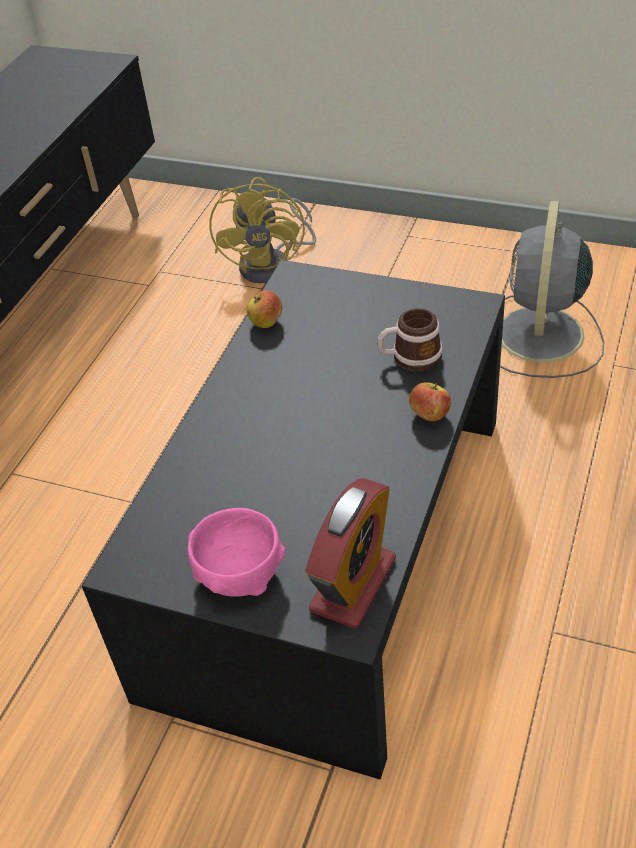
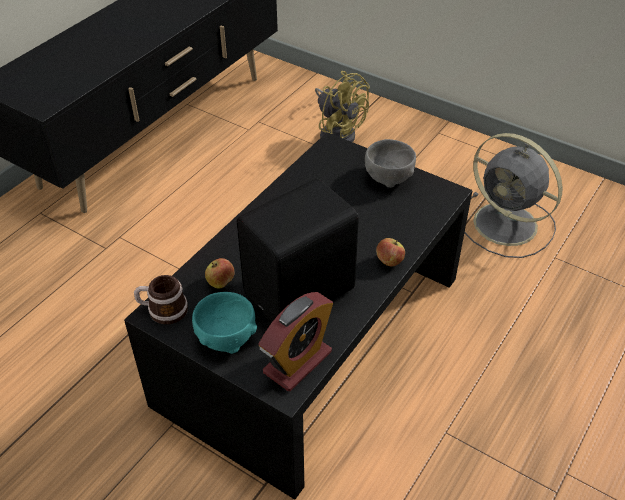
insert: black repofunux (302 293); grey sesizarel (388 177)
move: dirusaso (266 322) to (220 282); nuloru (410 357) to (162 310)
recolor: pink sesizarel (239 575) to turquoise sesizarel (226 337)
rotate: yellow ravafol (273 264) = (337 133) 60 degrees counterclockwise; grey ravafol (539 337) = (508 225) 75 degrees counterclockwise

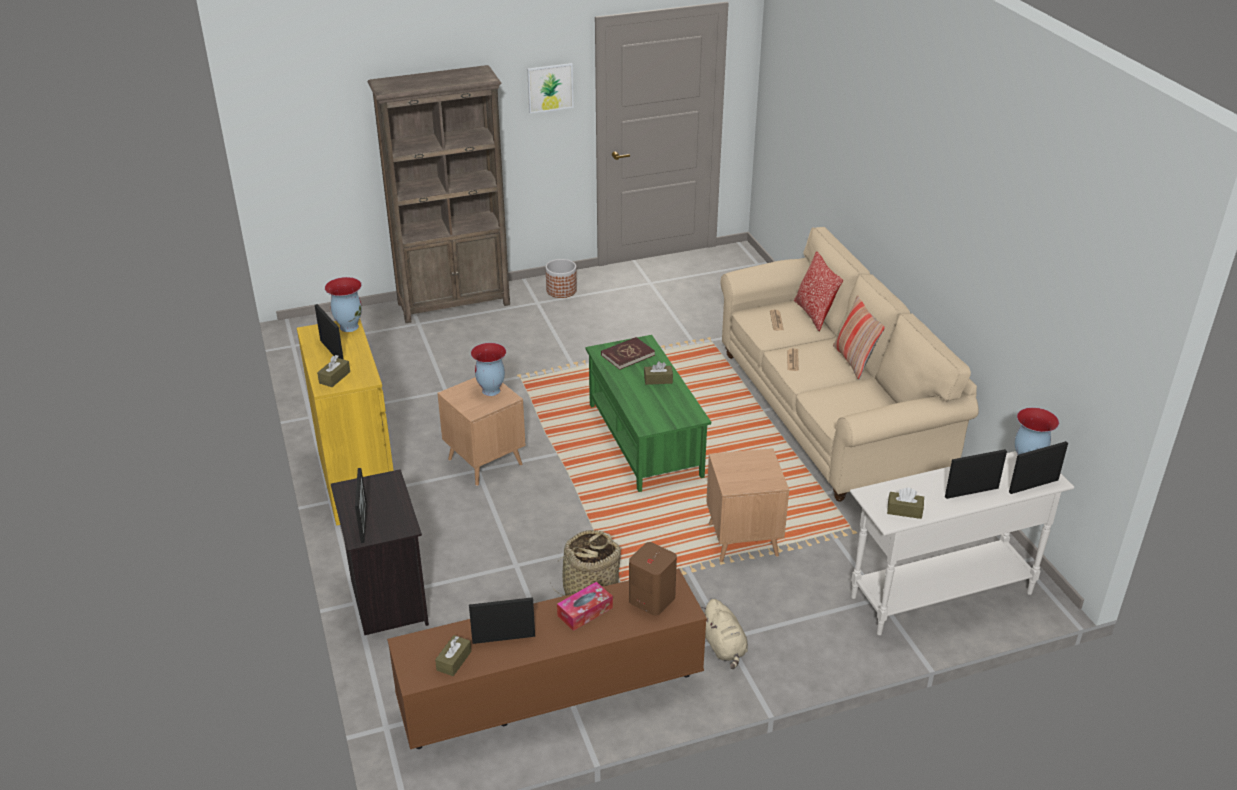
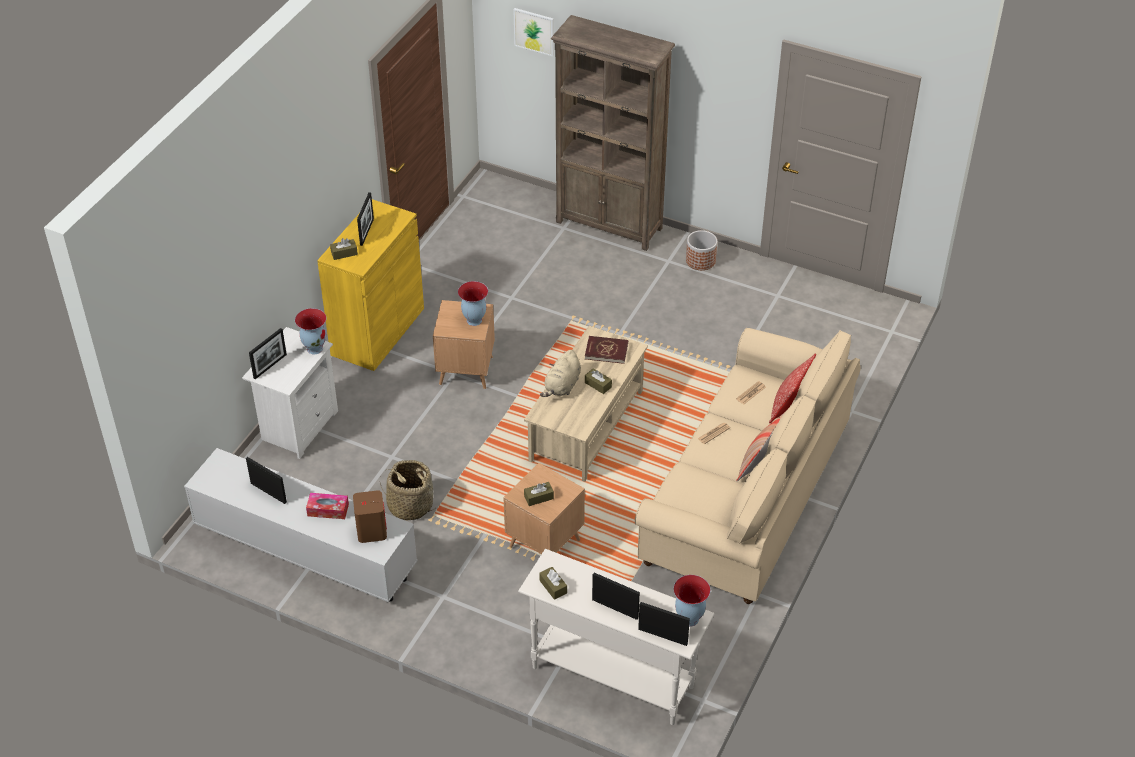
move: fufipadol (348 326) to (315 348); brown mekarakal (454 661) to (538 497); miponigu (550 87) to (534 31); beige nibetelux (724 647) to (562 386)
recolor: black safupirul (387 600) to white safupirul (298 426); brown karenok (549 696) to white karenok (305 551); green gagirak (645 440) to beige gagirak (587 426)

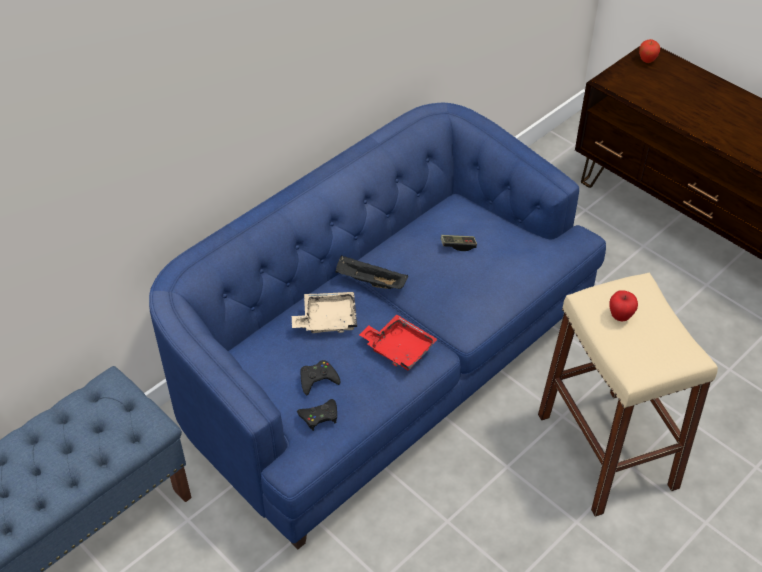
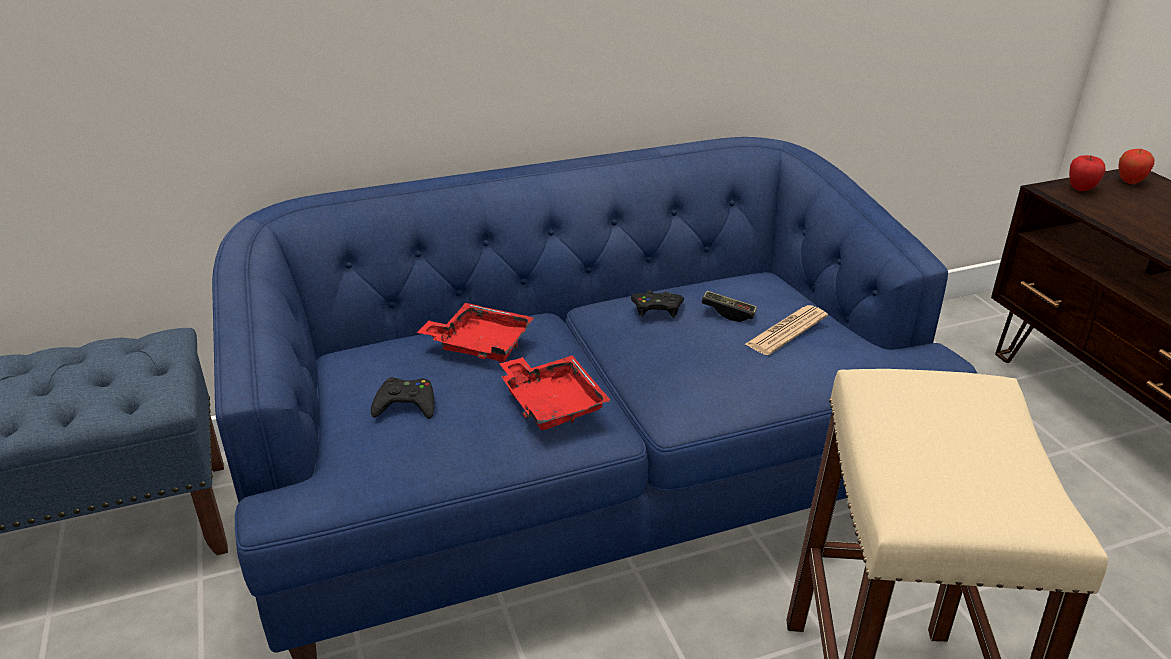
delete: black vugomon (369 282)
insert: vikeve (786 331)
move: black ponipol (319 416) to (657 308); dirusaso (620 316) to (1081 189)
recolor: beige vugomon (327 319) to red vugomon (480 344)

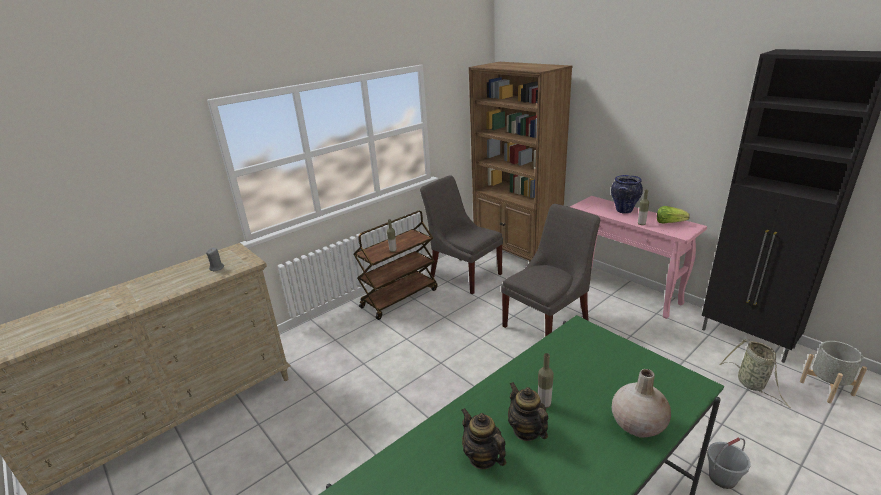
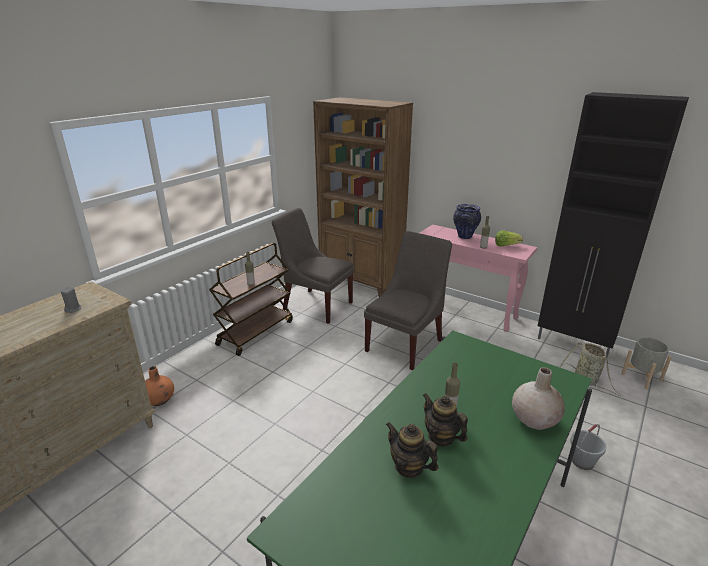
insert: orange fufipadol (159 400)

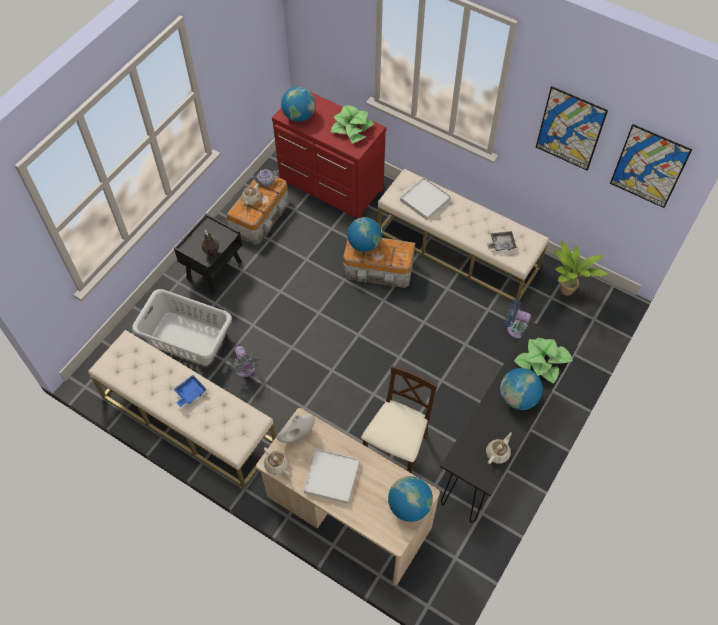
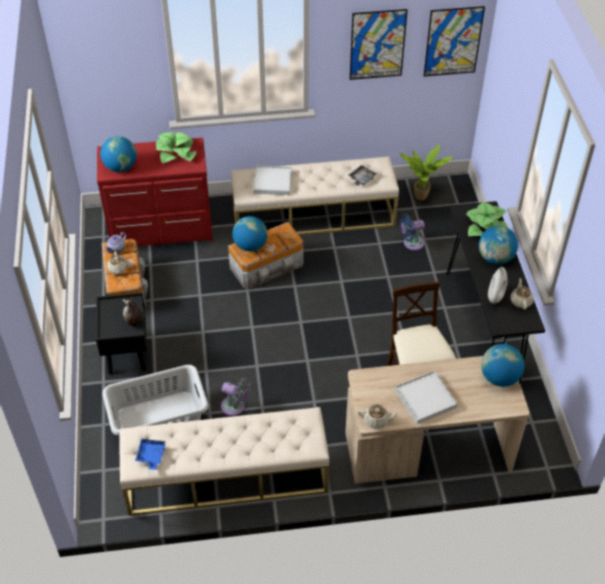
move: blue vugomon (190 393) to (151 456); white fufipadol (297 436) to (495 297)

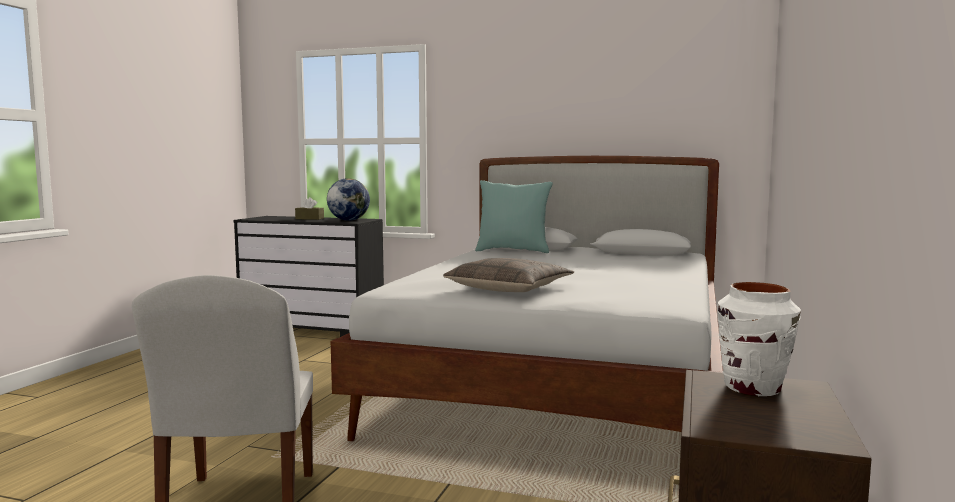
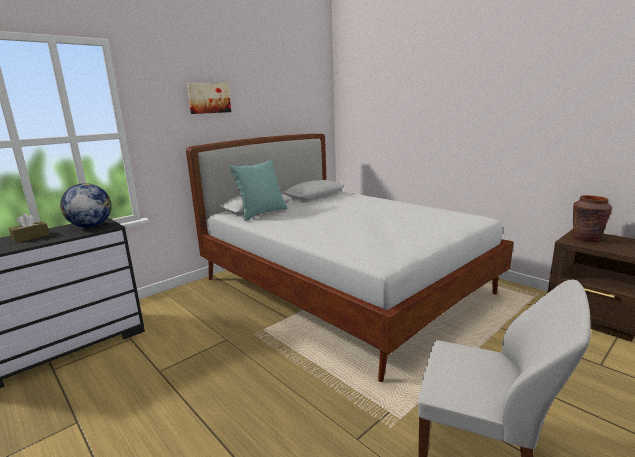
delete: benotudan (510 288)
insert: miponigu (209 98)
recolor: white fufipadol (753 388) to brown fufipadol (586 238)

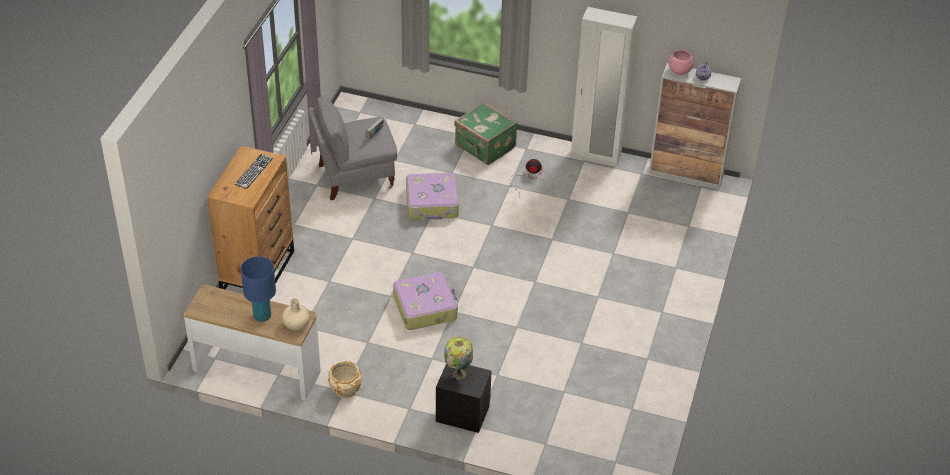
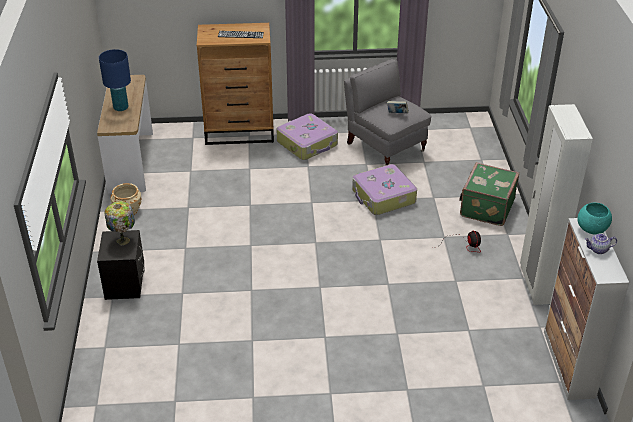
delete: beige fufipadol (296 325)
move: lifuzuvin (425 307) to (308 143)
recolor: pink sesizarel (679 71) to turquoise sesizarel (592 229)

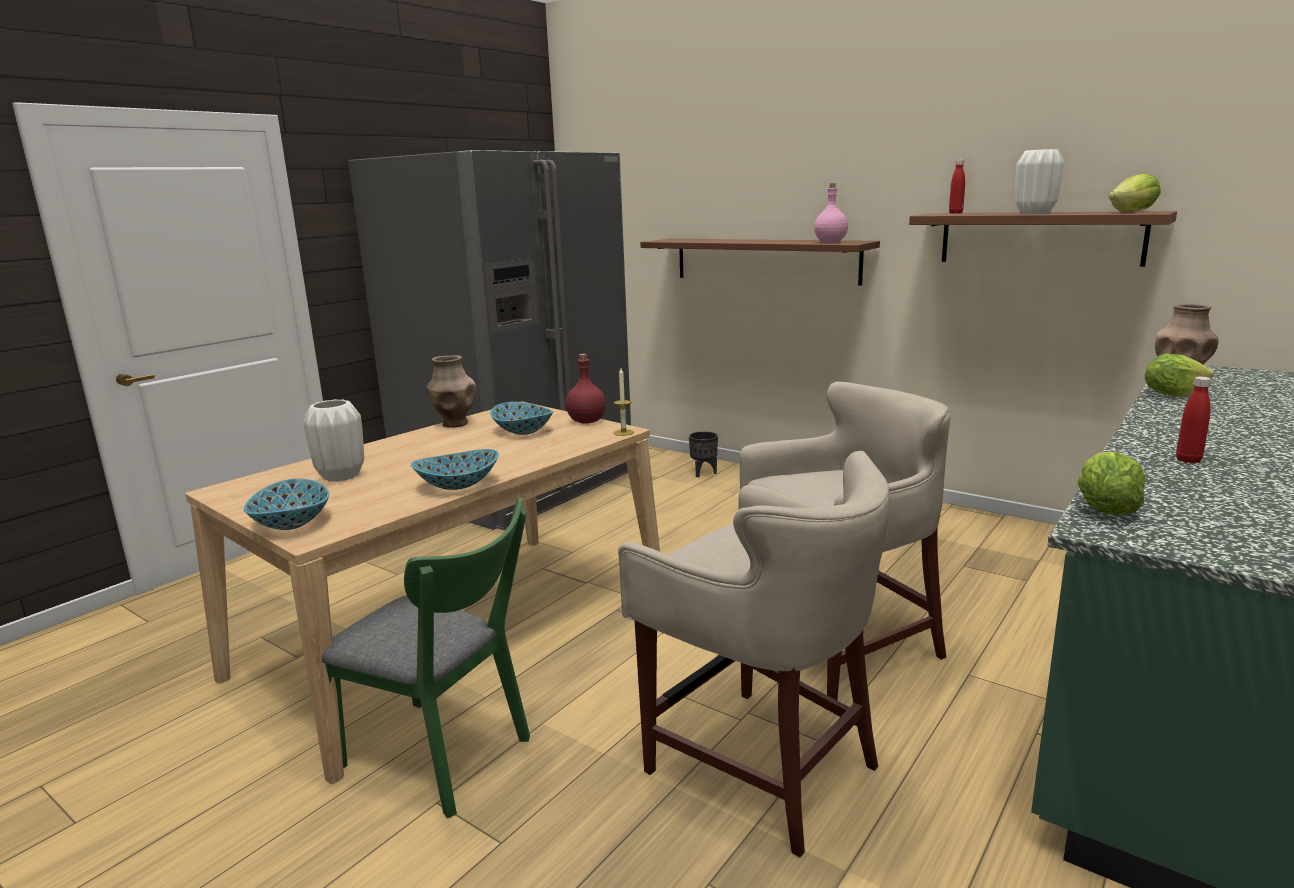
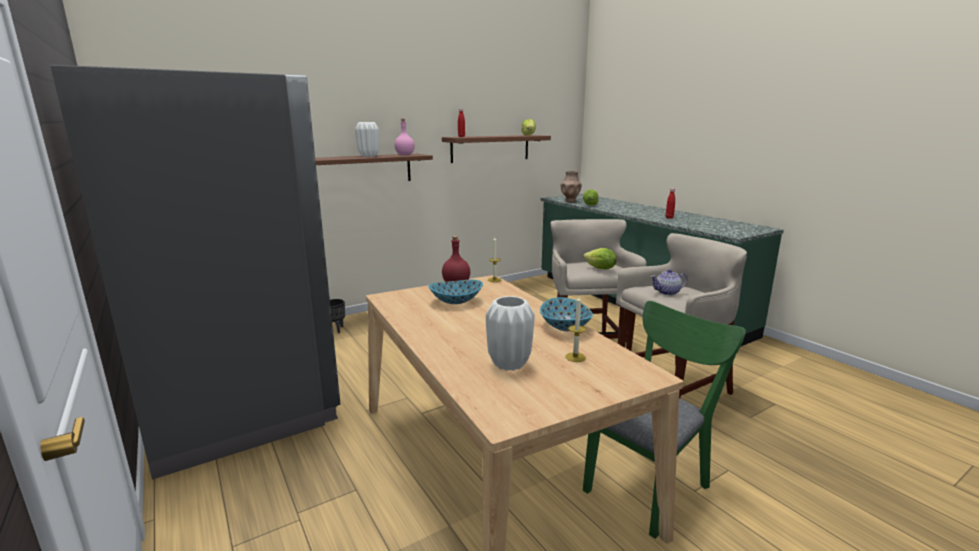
delete: sesizarel (292 523); brown fufipadol (454 424)
insert: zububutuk (575 357); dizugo (668 292)
move: white fufipadol (1035 213) to (369 156); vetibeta (1105 510) to (600 269)

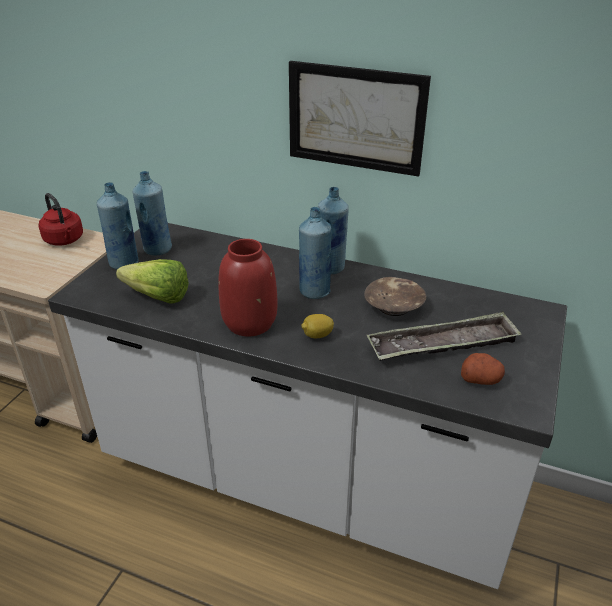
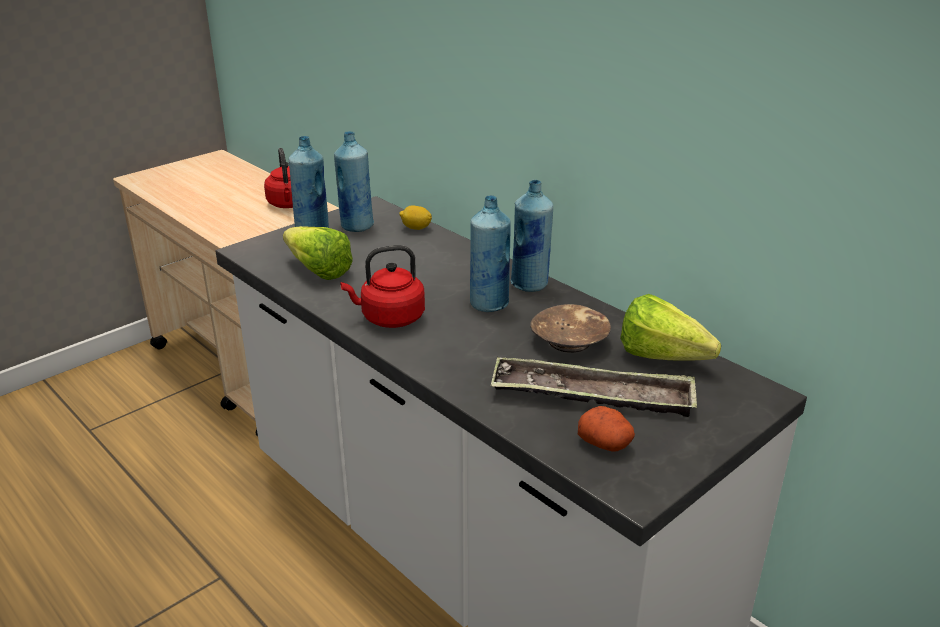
delete: miponigu (355 118)
insert: vetibeta (668 360)
move: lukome (317 335) to (416 228)
replace: red fufipadol (249 323) to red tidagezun (389 318)

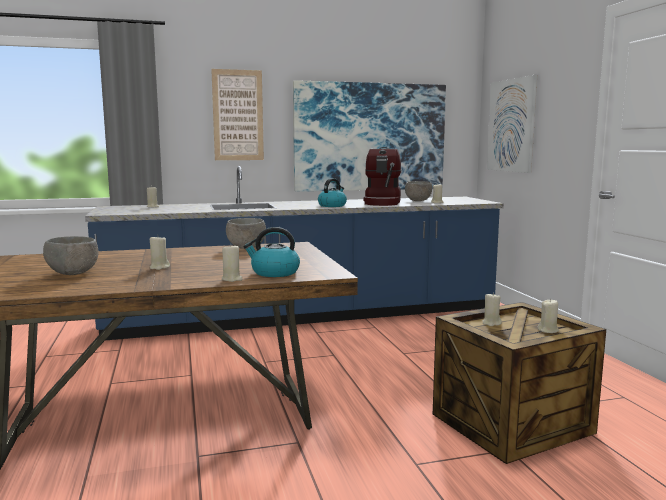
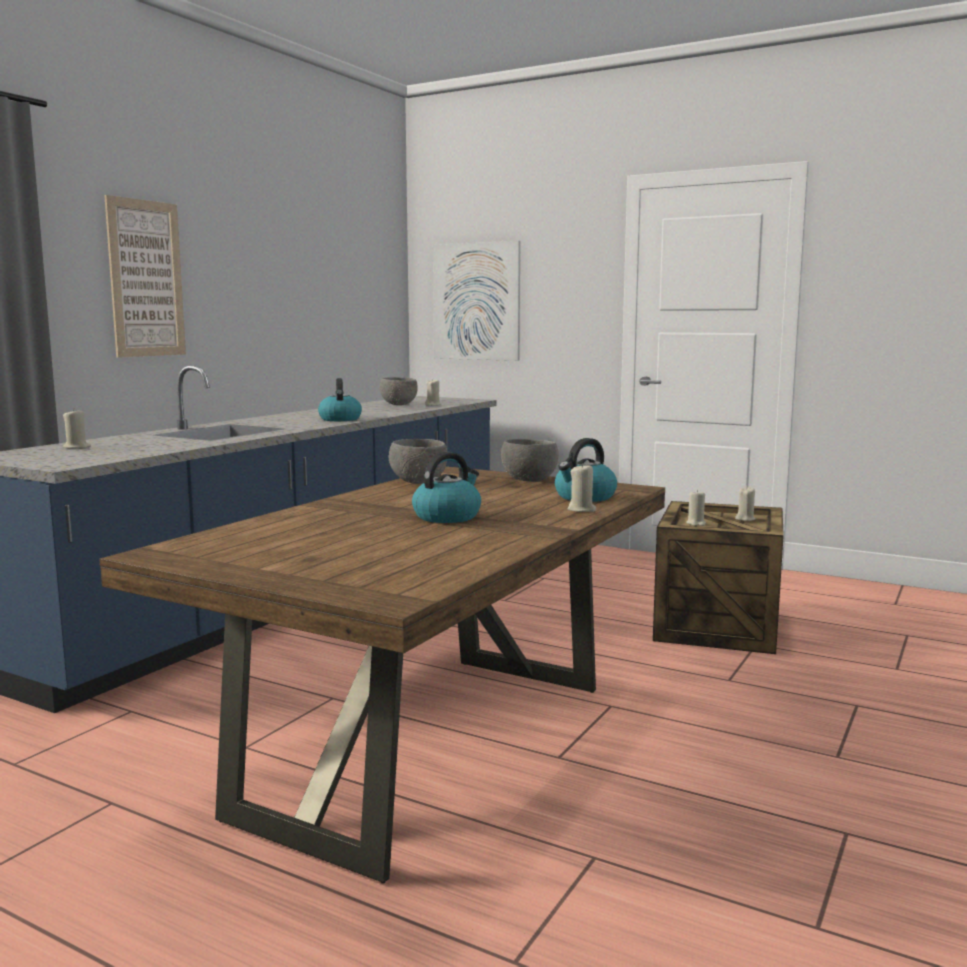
delete: miponigu (370 137); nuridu (383 202)
move: grey sesizarel (73 273) to (530 481)
replace: beige zububutuk (159 267) to tidagezun (447 516)

